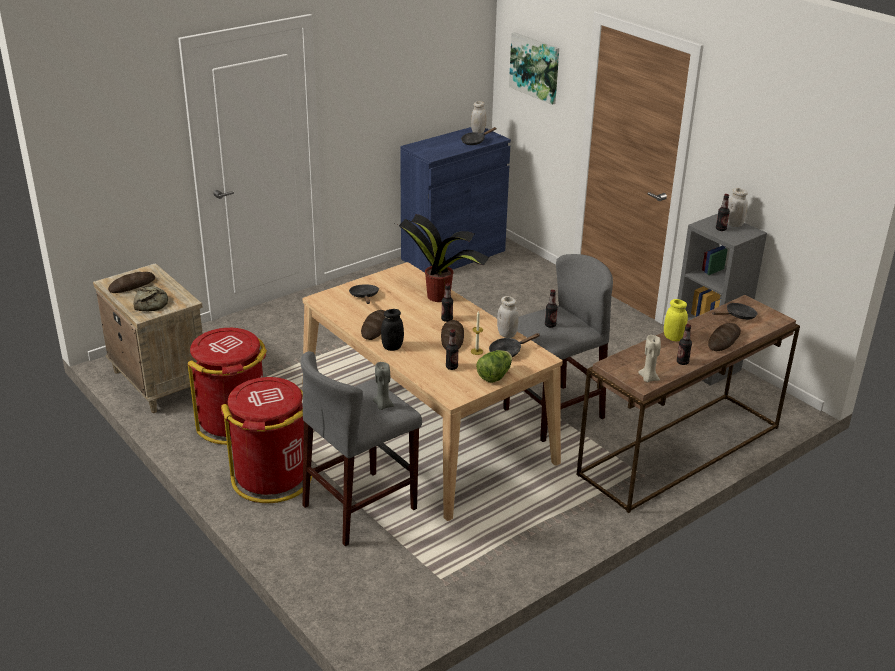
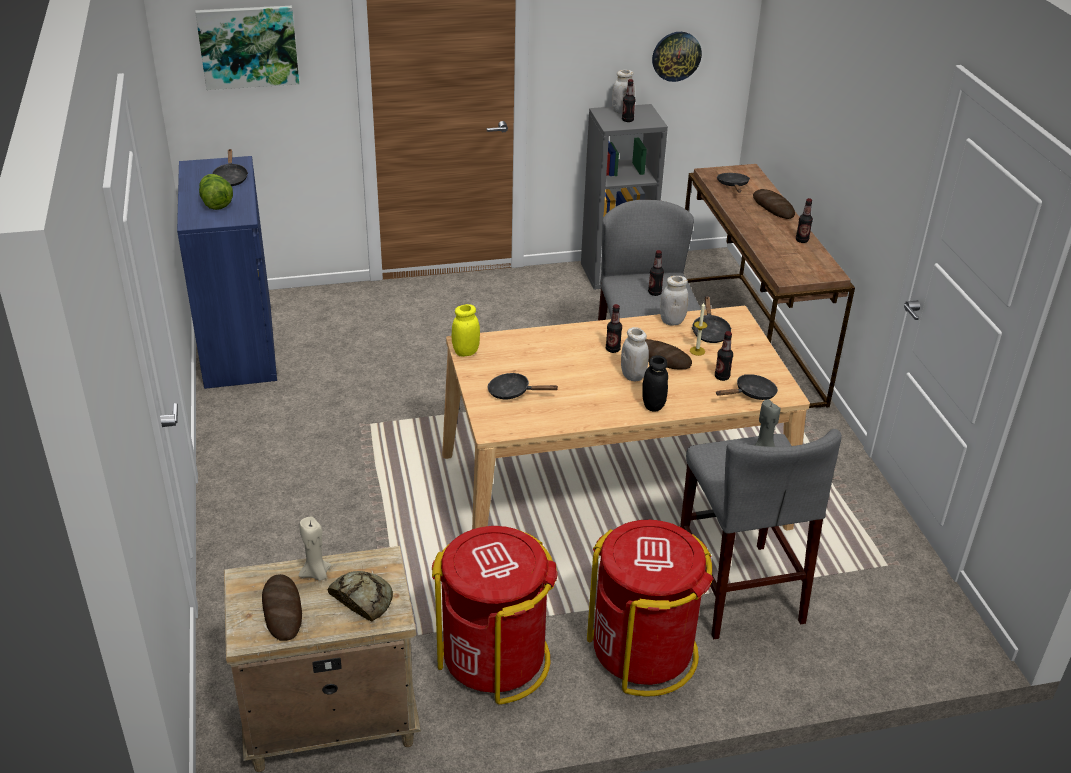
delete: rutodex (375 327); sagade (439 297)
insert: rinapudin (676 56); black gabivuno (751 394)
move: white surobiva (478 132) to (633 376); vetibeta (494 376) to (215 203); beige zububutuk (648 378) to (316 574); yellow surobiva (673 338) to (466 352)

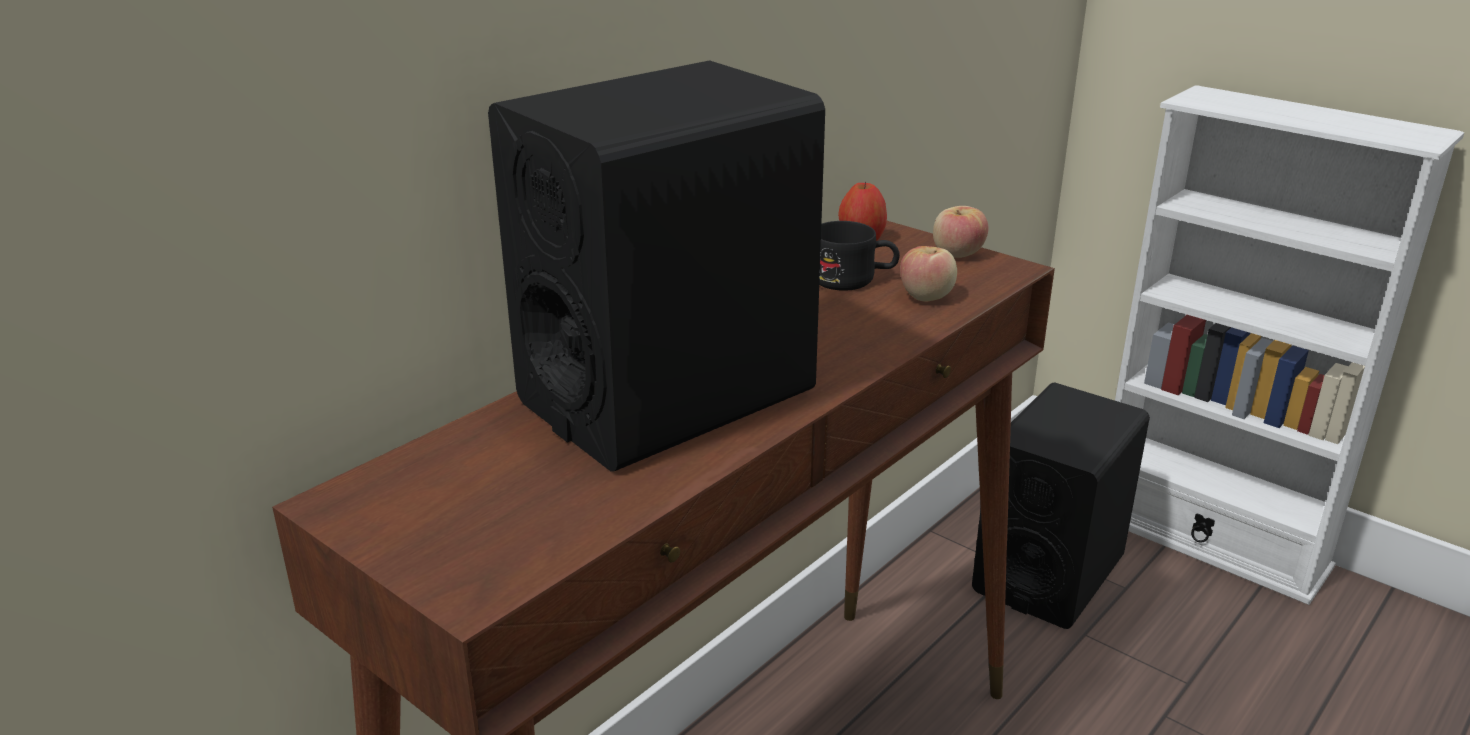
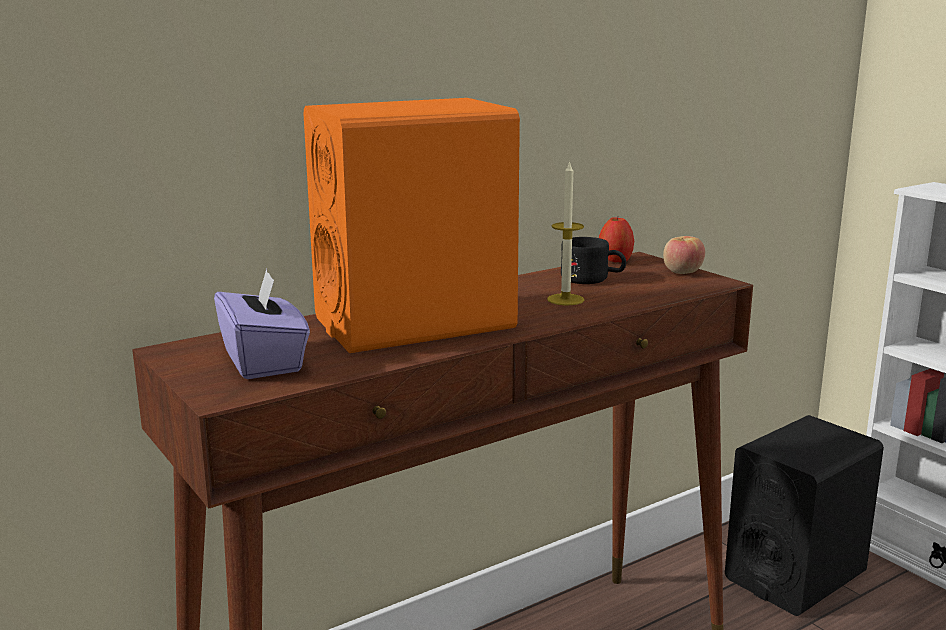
delete: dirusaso (926 296)
insert: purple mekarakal (264 361); zububutuk (565 299)
recolor: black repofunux (668 396) to orange repofunux (415 323)

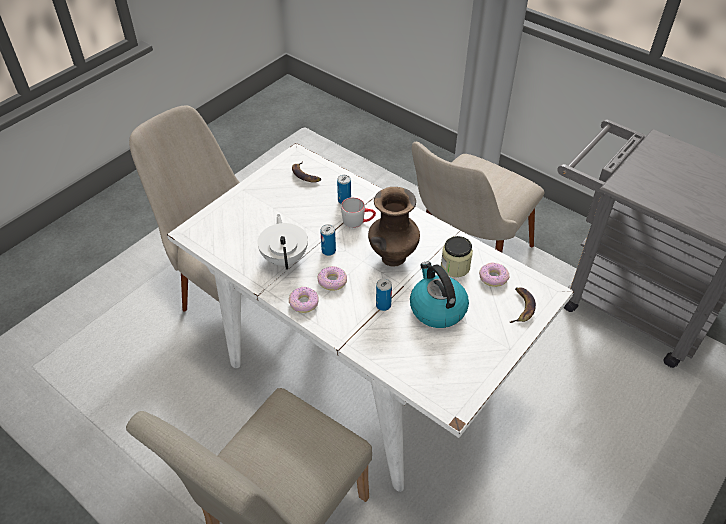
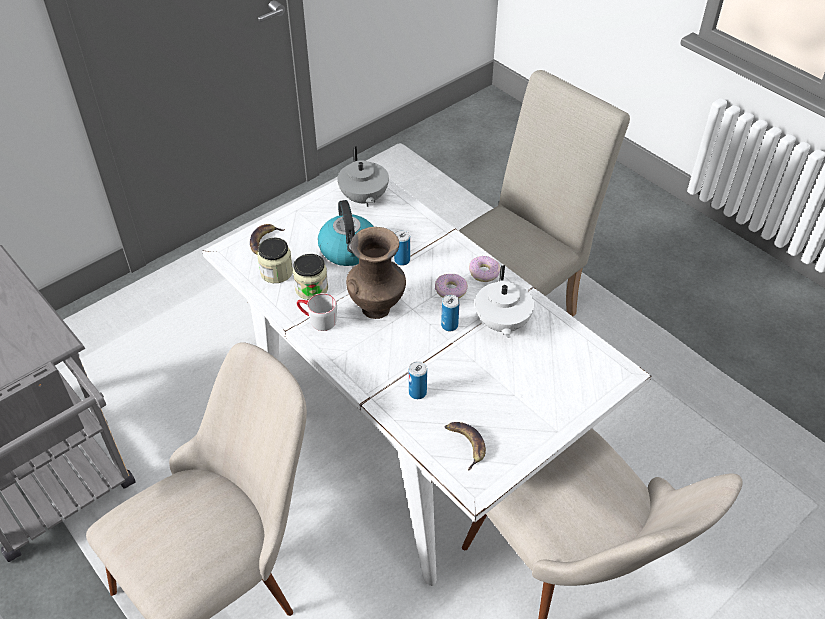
insert: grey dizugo (363 199)
move: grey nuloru (358 221) to (317 320)
replace: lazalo (493 277) to surobiva (276 272)

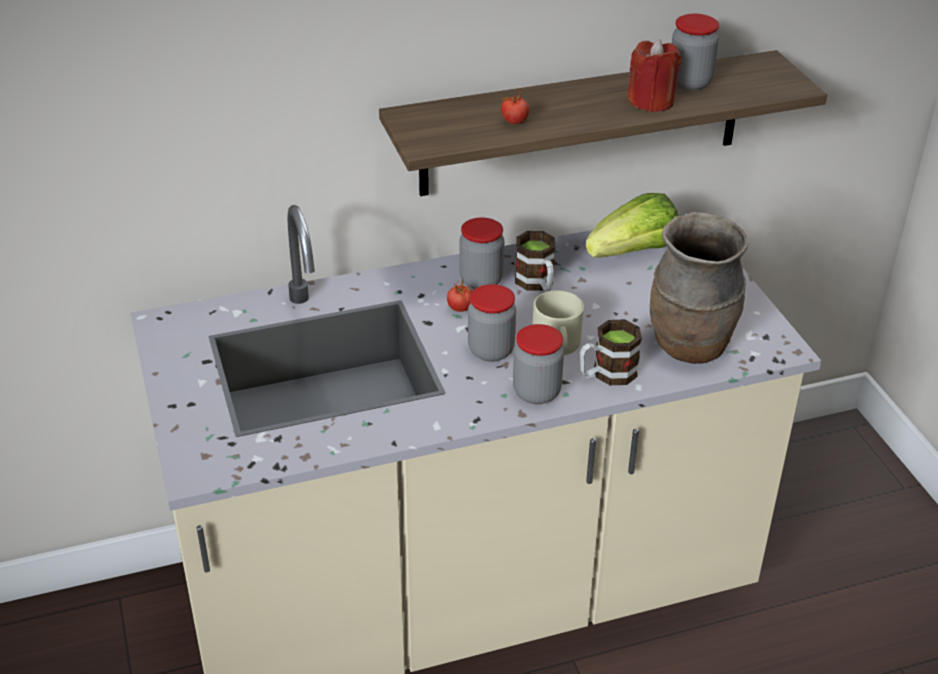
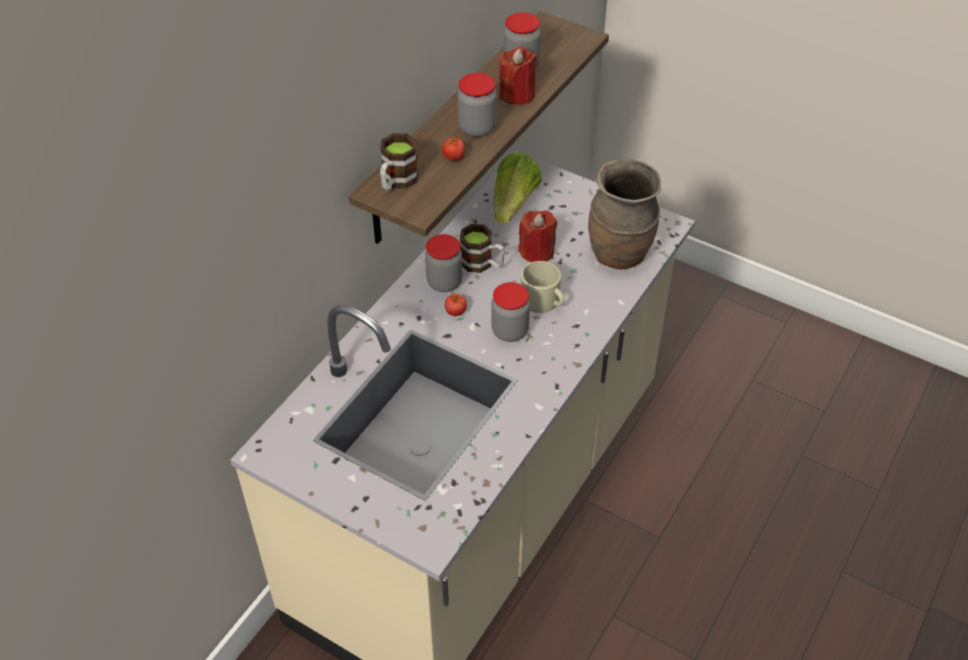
insert: red zububutuk (537 251)
move: surobiva (536 392) to (477 128); nuloru (606 374) to (396 182)

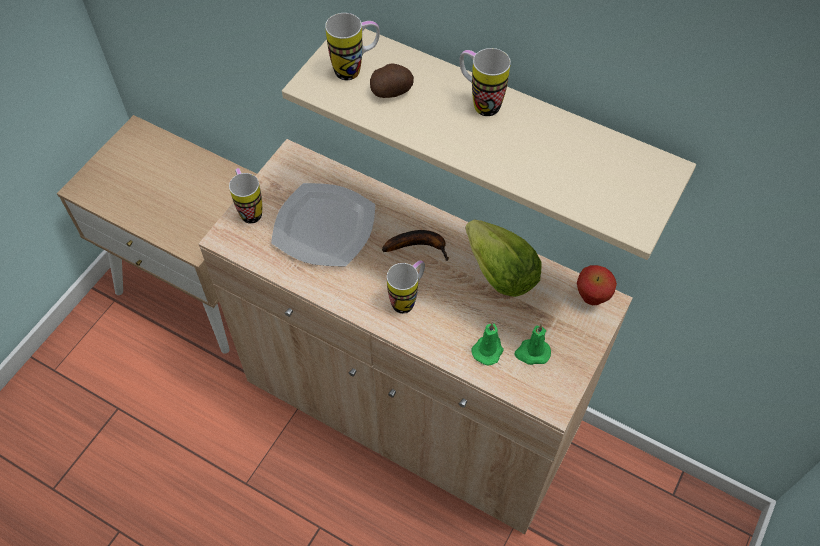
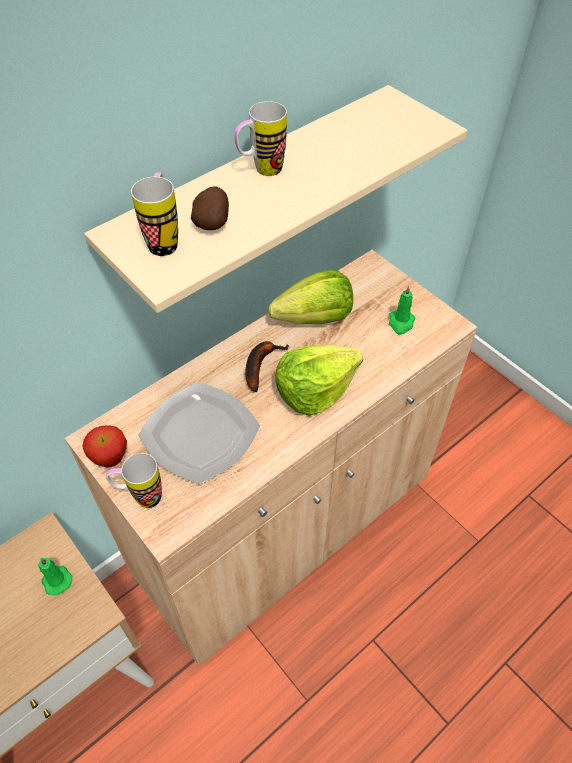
move: green zububutuk (488 350) to (56 579); dirusaso (591 298) to (111 459)
replace: nuloru (408 299) to vetibeta (314 390)

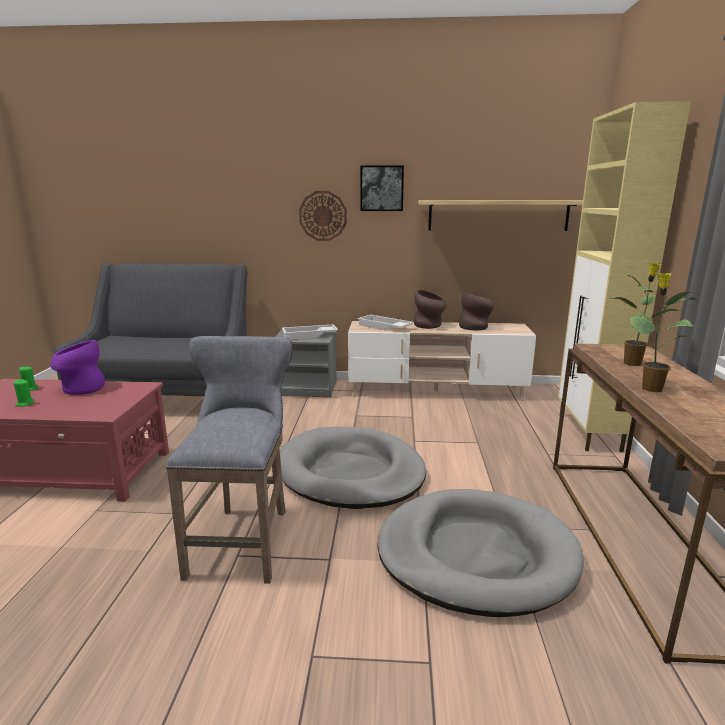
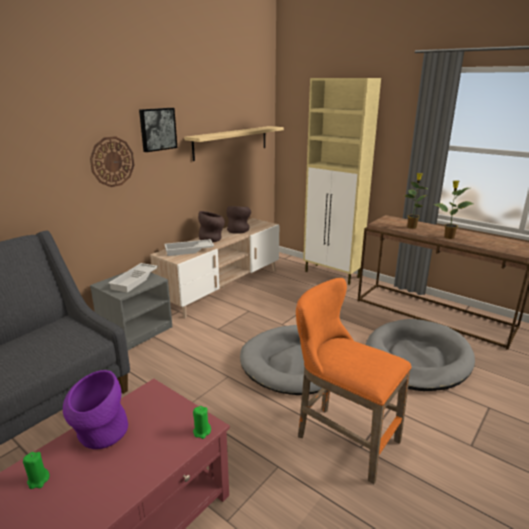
move: green zububutuk (25 404) to (202 431)
recolor: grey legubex (244 538) to orange legubex (342 437)

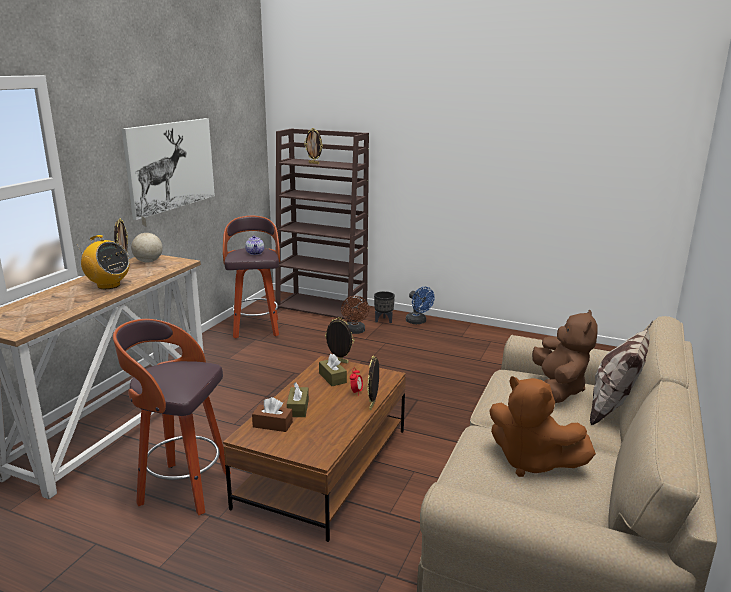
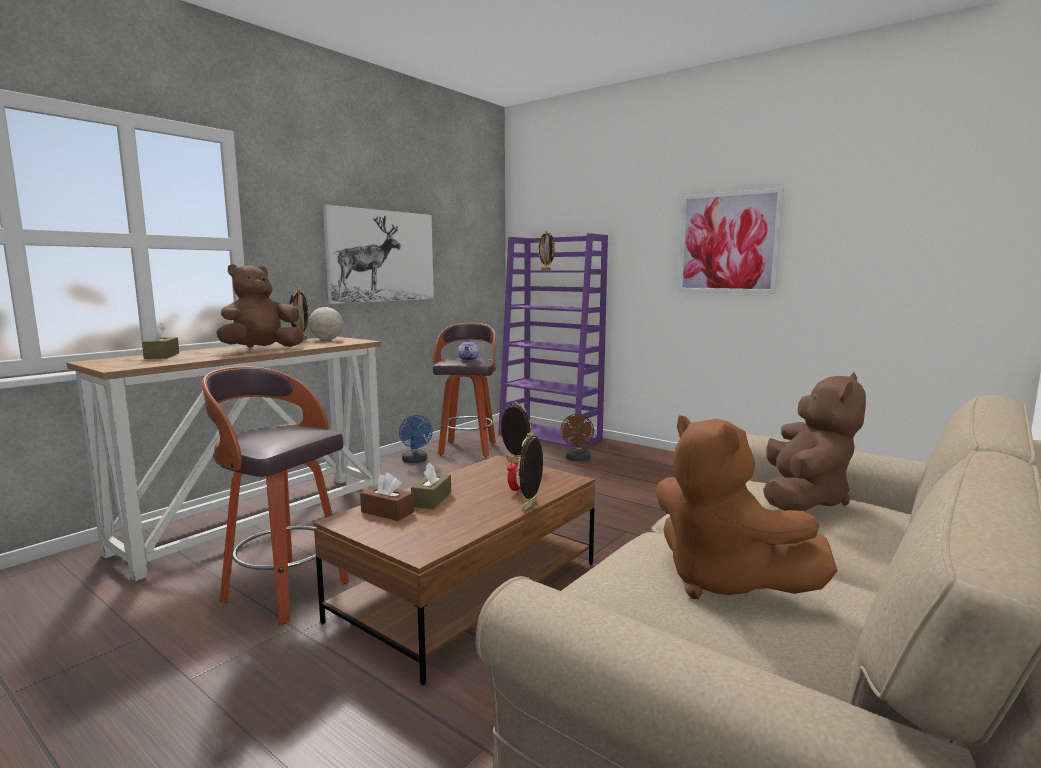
delete: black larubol (383 321); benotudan (614 409)
insert: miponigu (727 243)
move: brown mekarakal (332 378) to (162 356); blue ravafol (418 322) to (415 461)
replace: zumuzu (108 285) to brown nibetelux (261 349)
recolor: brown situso (322 307) to purple situso (551 436)

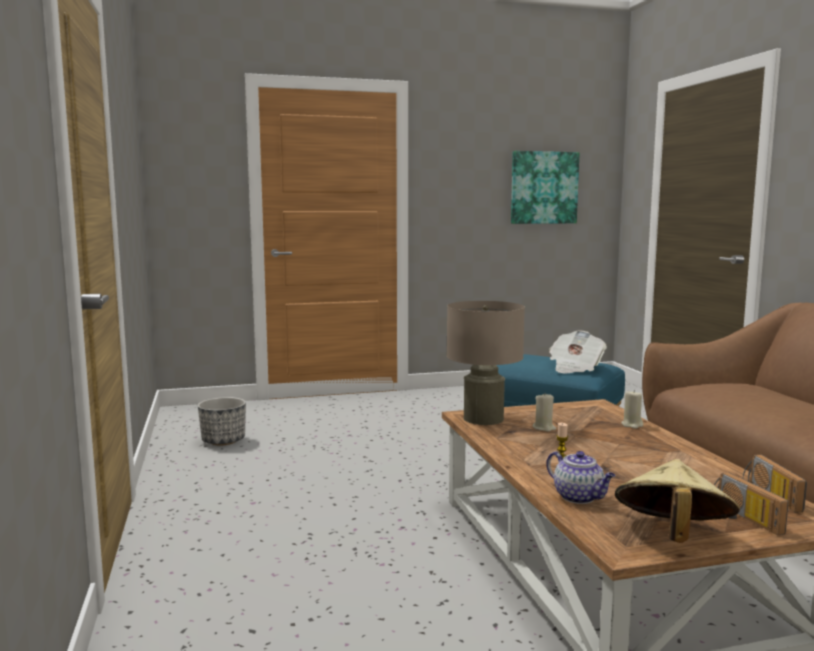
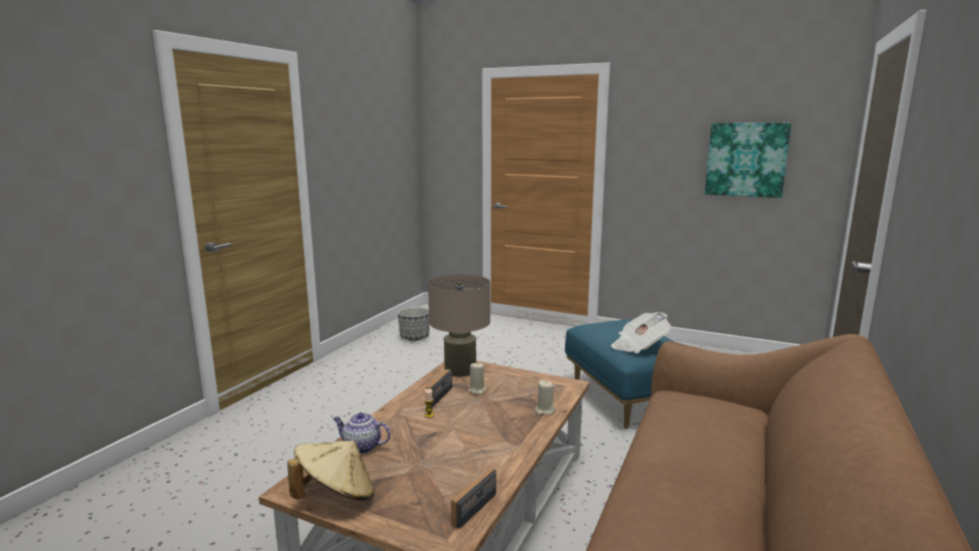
move: zumuzu (742 518) to (436 395)
rotate: dizugo (579 497) = (361 447) 105 degrees clockwise

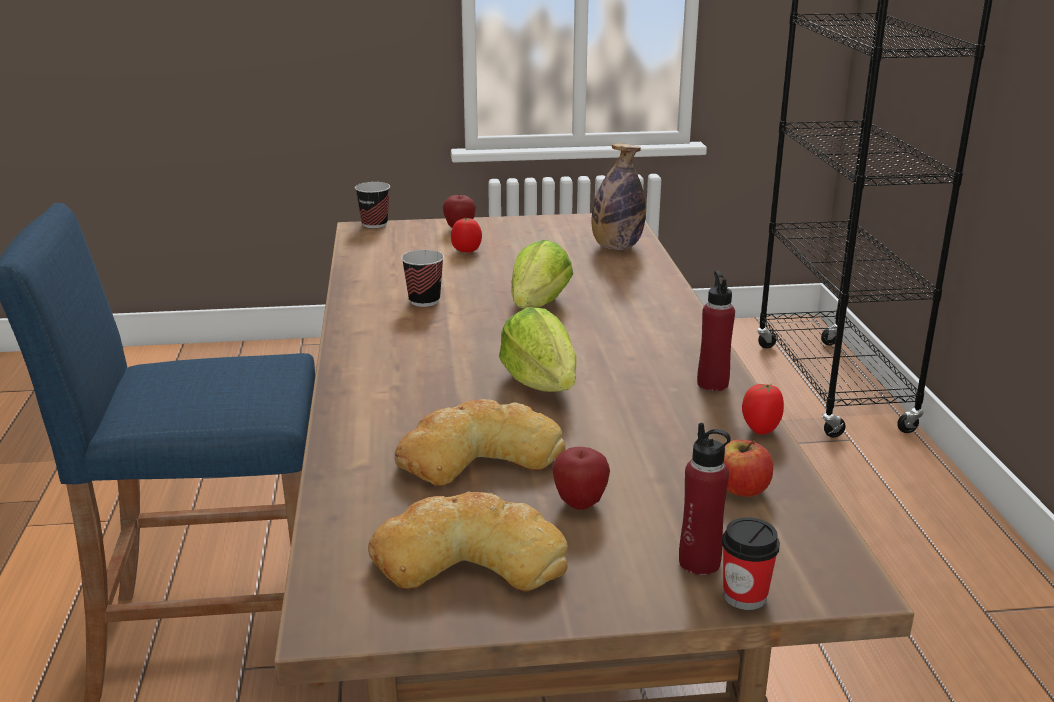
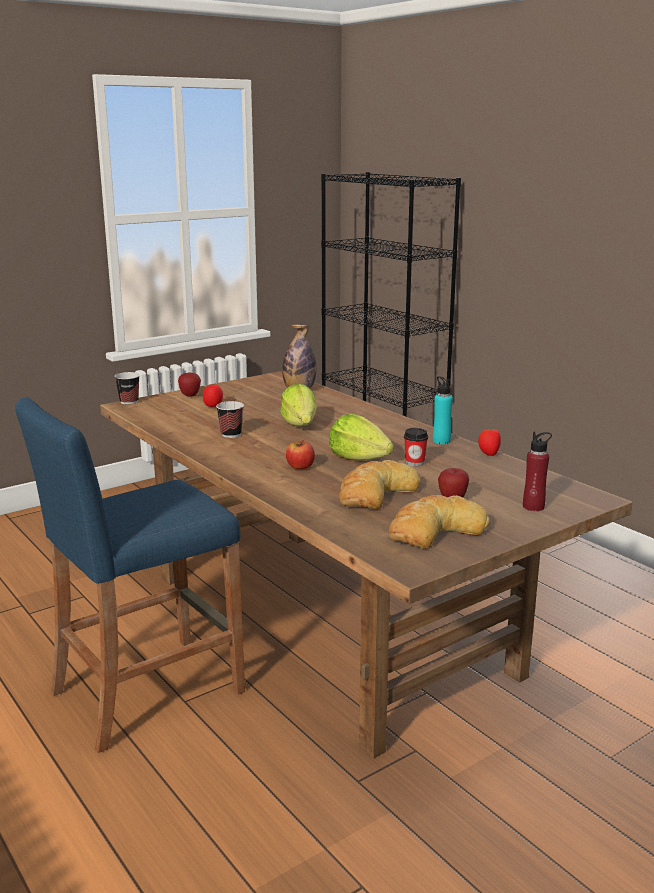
move: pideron (745 596) to (415 463); dirusaso (742 489) to (300 467)
recolor: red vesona (712 384) to turquoise vesona (441 441)

